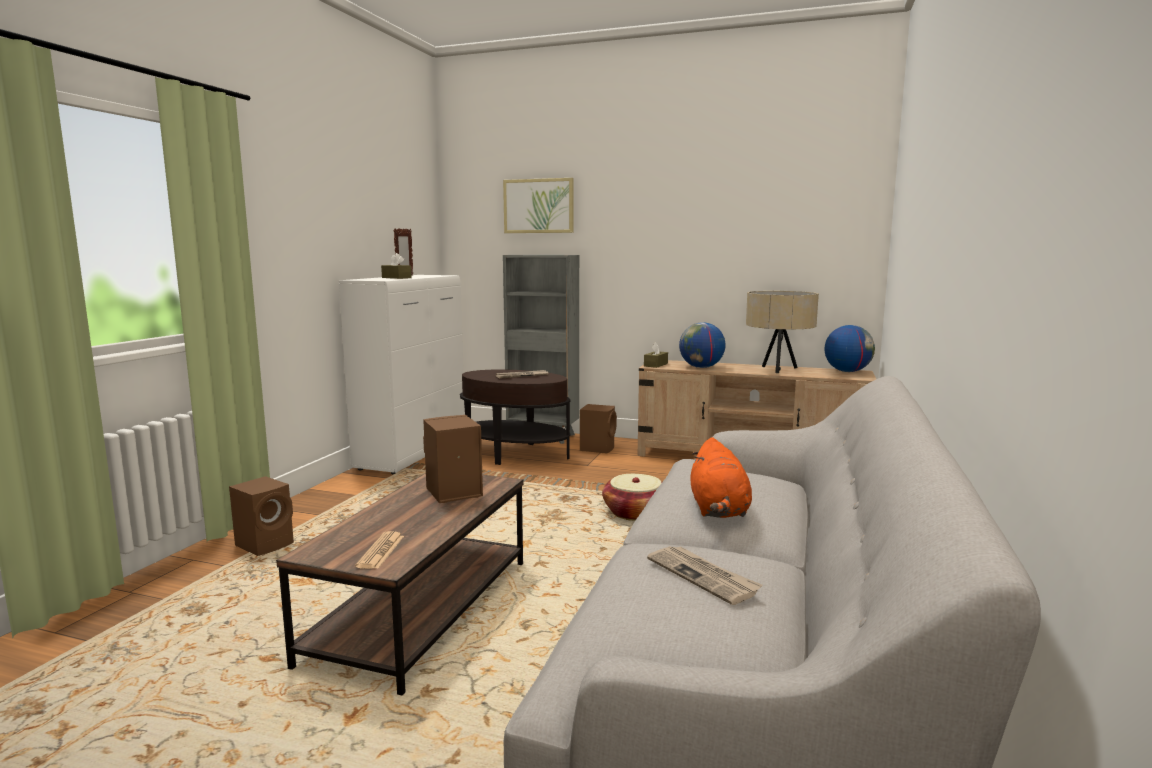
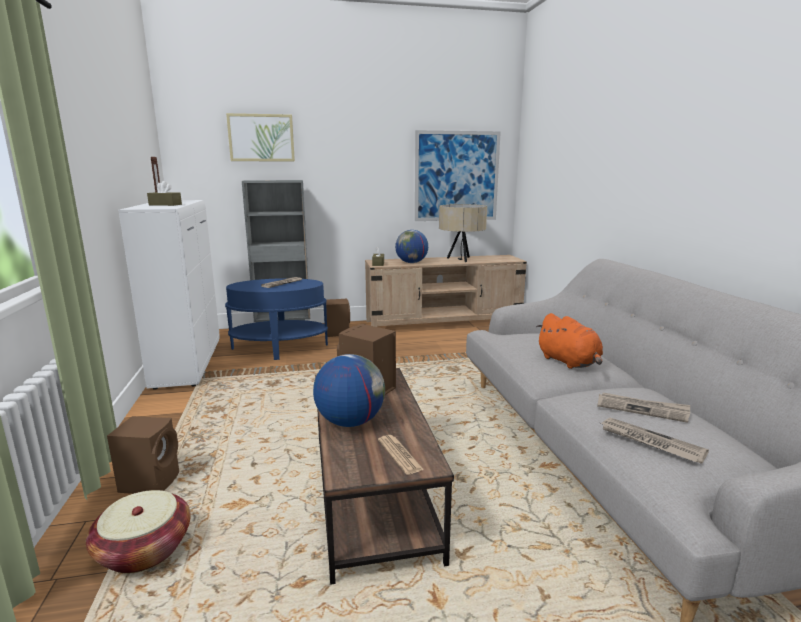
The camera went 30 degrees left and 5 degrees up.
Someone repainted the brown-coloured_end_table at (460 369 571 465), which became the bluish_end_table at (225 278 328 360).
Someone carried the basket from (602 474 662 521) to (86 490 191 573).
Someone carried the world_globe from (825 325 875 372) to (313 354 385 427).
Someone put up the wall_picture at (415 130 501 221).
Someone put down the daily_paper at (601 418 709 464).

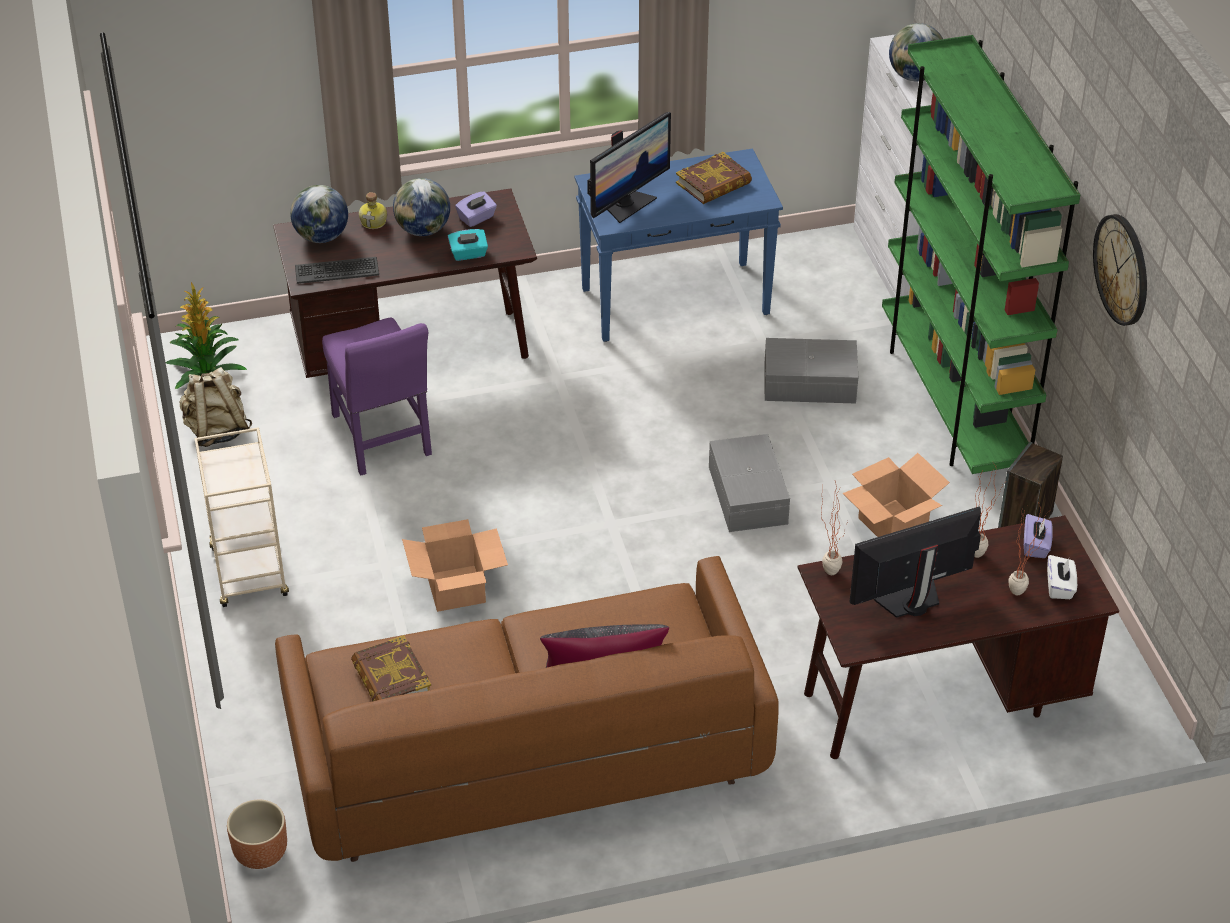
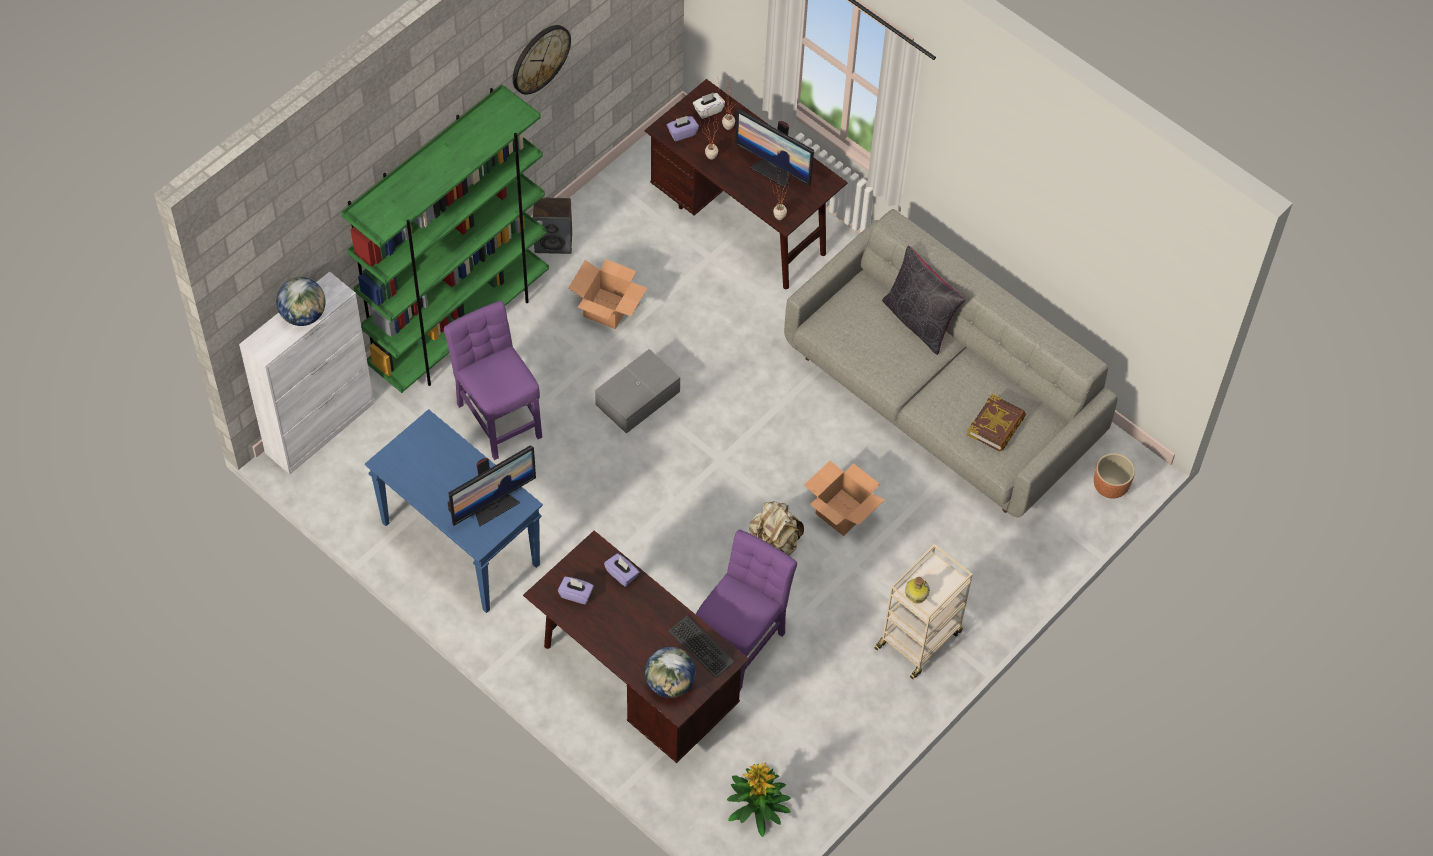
The camera went 125 degrees left and 15 degrees up.
Someone carried the sand-coloured_rucksack from (180 367 252 447) to (749 501 804 555).
Someone repainted the brown-coloured_settee at (275 556 779 862), which became the greyish_settee at (784 209 1118 518).
Someone carried the beverage_bottle from (359 192 387 229) to (905 577 930 604).
Someone took away the world_globe at (393 178 450 236).
Someone repainted the turquoise-coloured_box_of_tissues at (448 229 488 261), which became the purple_box_of_tissues at (604 553 639 587).
Someone rotated the computer_screen at (587 112 671 223) by 135 degrees clockwise.
Someone took away the book at (676 152 752 204).
Someone swapped the greyish_storage_box at (765 338 858 404) for the purple_upright_chair at (444 301 542 460).

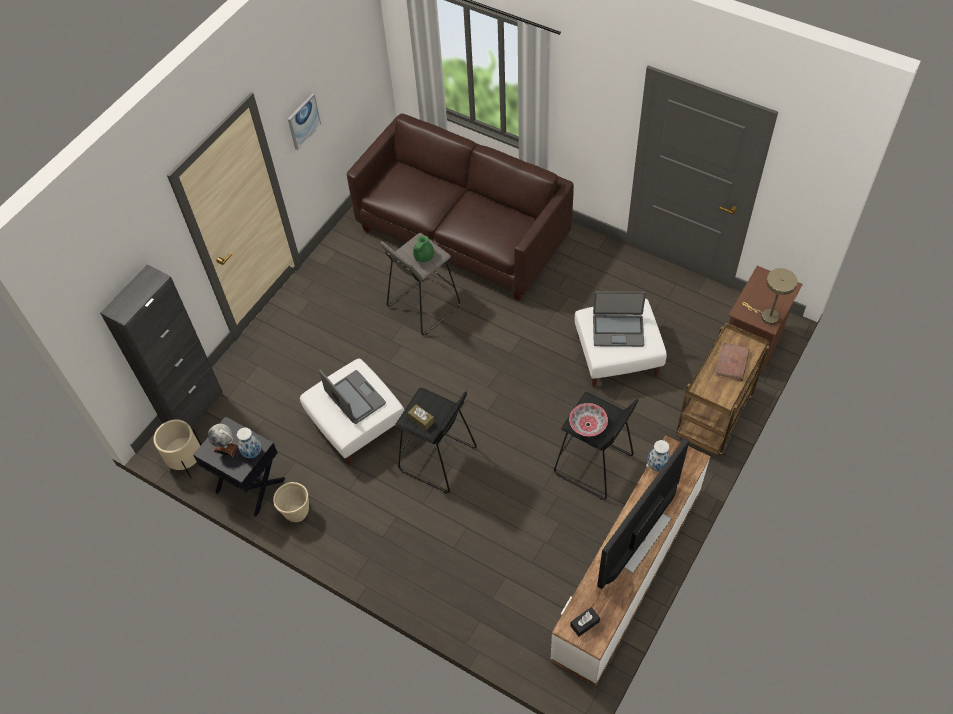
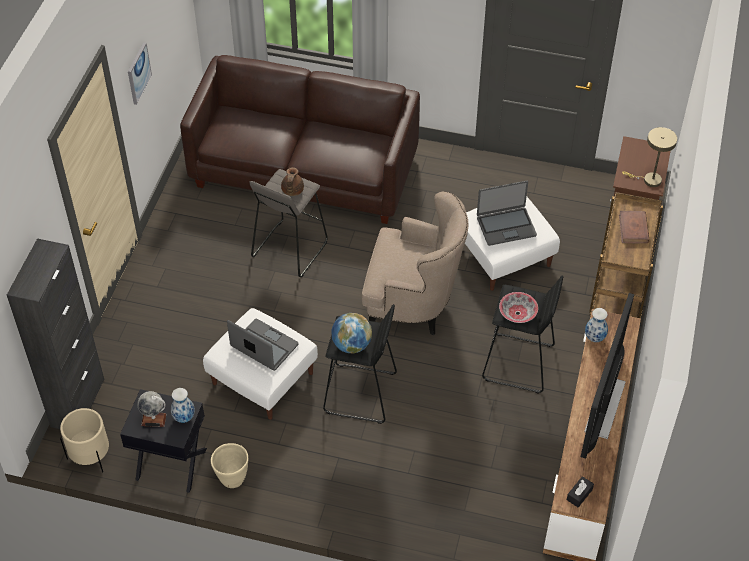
The camera went 20 degrees left and 5 degrees down.
Someone swapped the brown-coloured_box_of_tissues at (408 404 434 430) for the world_globe at (331 313 372 353).
Someone repainted the green_teapot at (413 235 434 262), which became the brown-coloured_teapot at (281 167 304 196).
Someone put down the sand-coloured_armchair at (362 191 468 336).

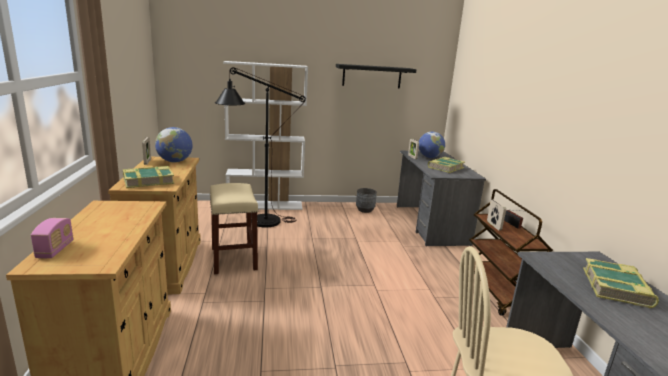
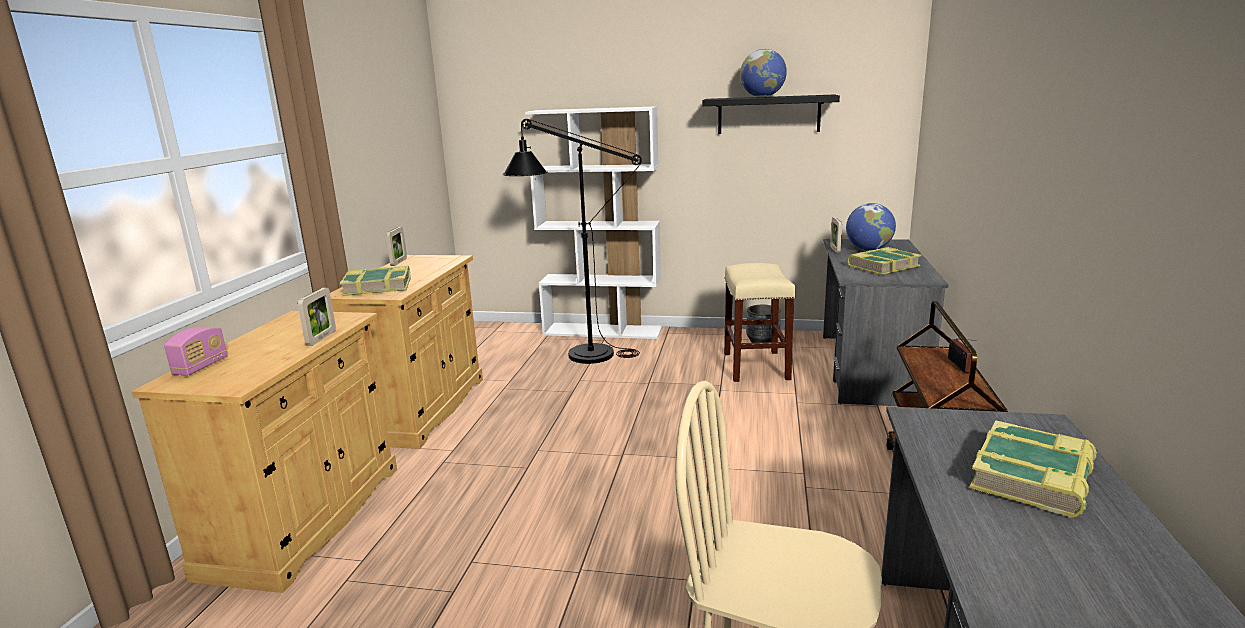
The camera went 20 degrees right and 0 degrees up.
Someone carried the world_globe from (155 127 192 162) to (740 49 787 97).
Someone carried the sand-coloured_stool_seat from (210 183 259 274) to (724 263 796 382).
Someone carried the standing_frame from (487 199 506 230) to (298 288 336 346).

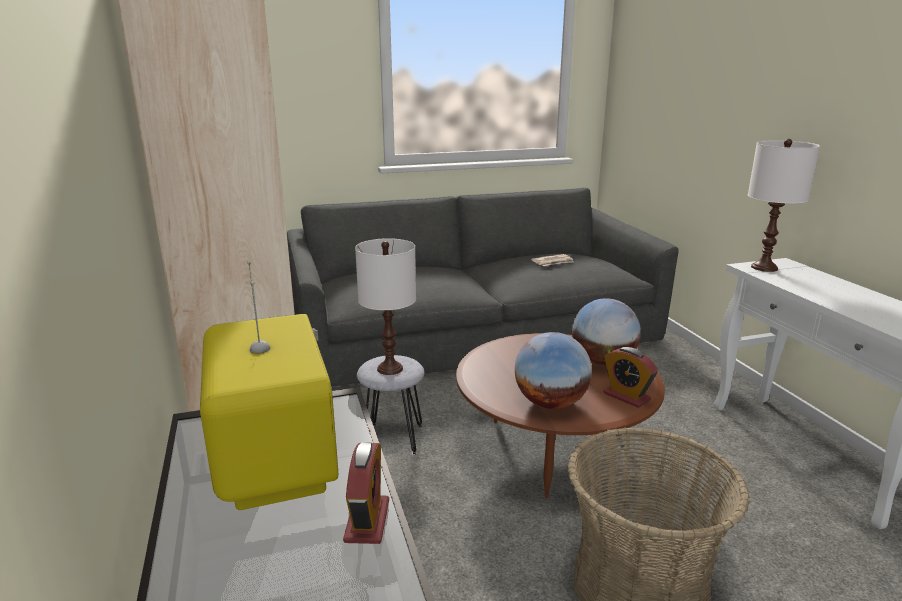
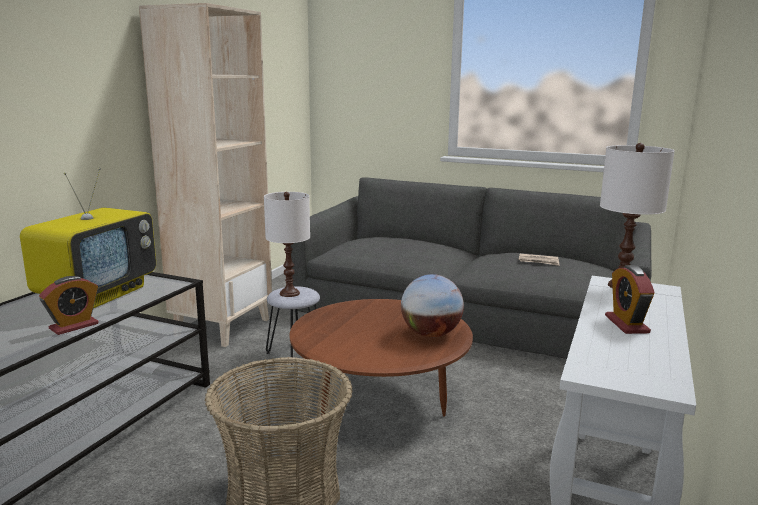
The camera went 40 degrees right and 5 degrees down.
Someone took away the world_globe at (515 332 592 409).
Someone carried the table_clock from (604 347 658 408) to (605 265 655 334).

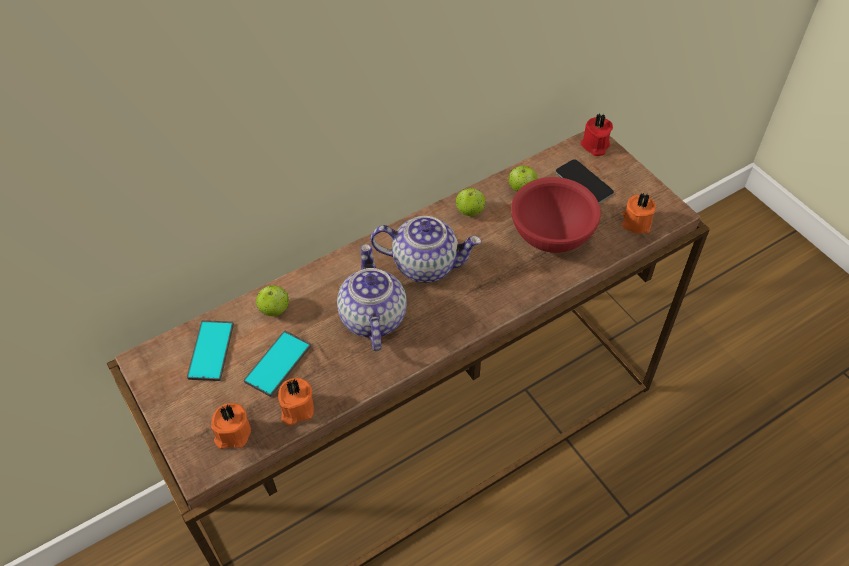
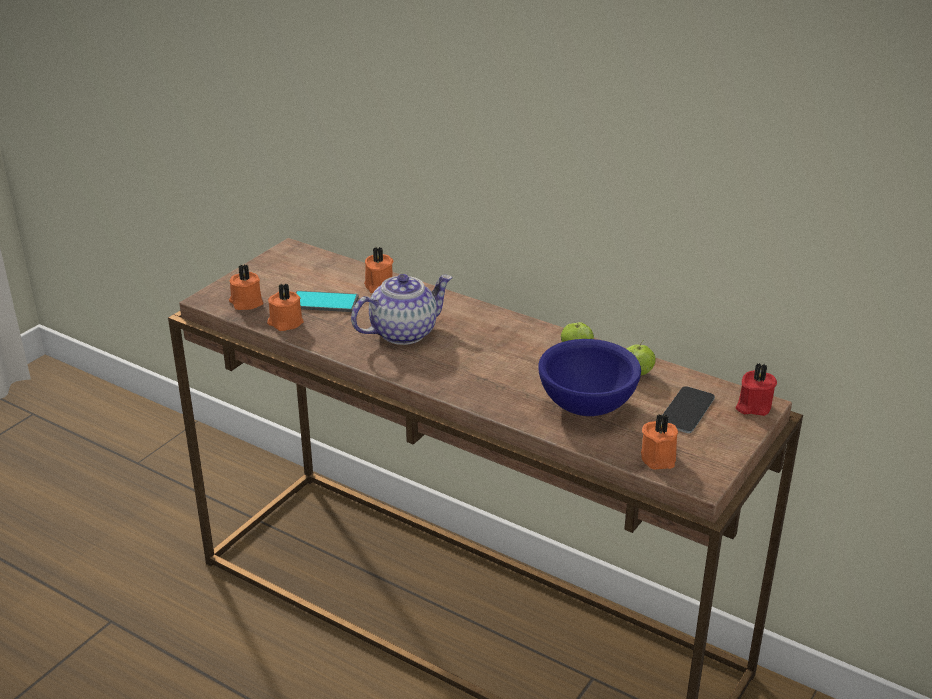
The camera went 65 degrees right and 20 degrees down.
Someone took away the handset at (187 320 234 381).
Someone swapped the whole_apple at (256 285 289 316) for the orange-coloured_wax_candle at (364 247 393 293).
Someone took away the teapot at (371 216 482 283).
Someone repainted the red_bowl at (511 177 601 253), which became the bluish_bowl at (538 339 641 416).

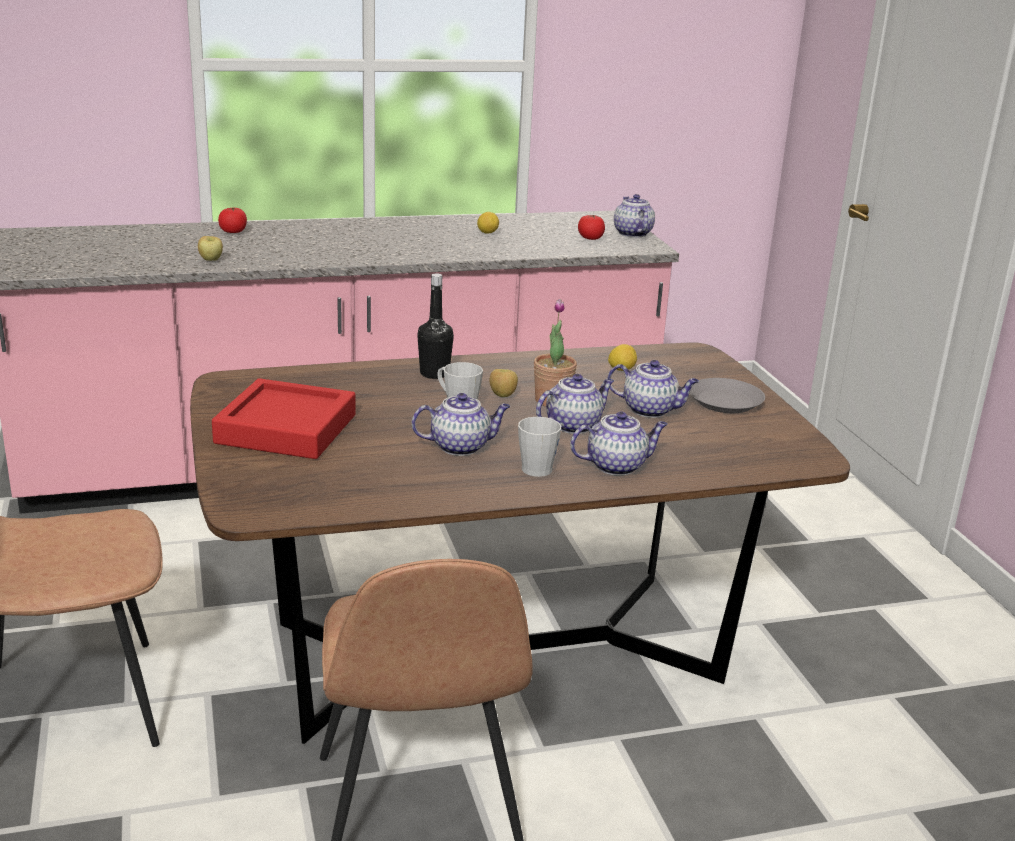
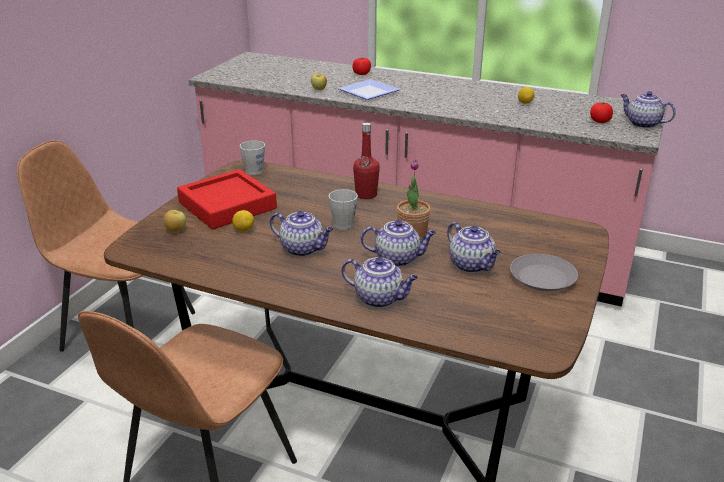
The camera went 40 degrees right and 5 degrees up.
Someone repainted the black-coloured_beverage_bottle at (417 273 454 379), which became the red_beverage_bottle at (353 123 380 199).
Someone carried the whole_apple from (489 369 518 397) to (164 210 186 233).
Someone carried the greyish_coffee_mug from (518 417 561 477) to (240 141 265 175).
Someone carried the whole_lemon from (608 344 637 371) to (232 210 254 232).
Someone rotated the teapot at (614 194 655 237) by 75 degrees counterclockwise.
Someone put down the flat_dish at (337 79 400 100).

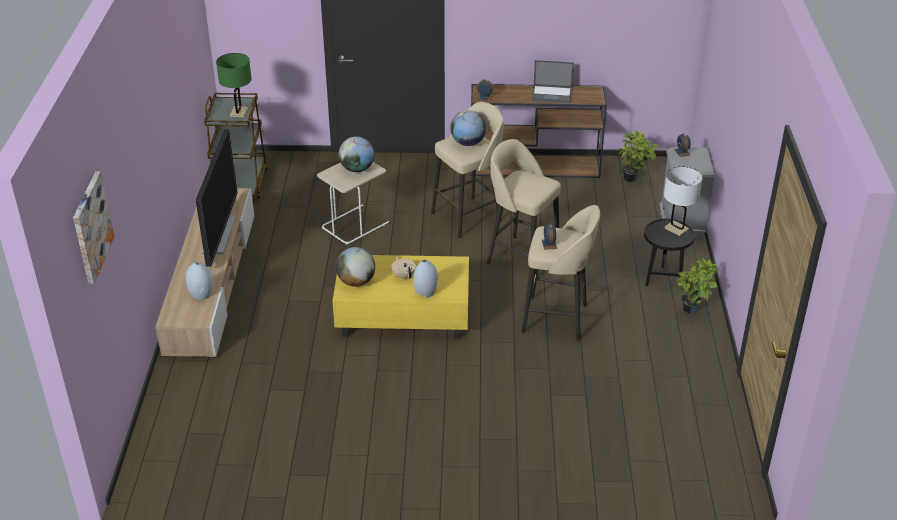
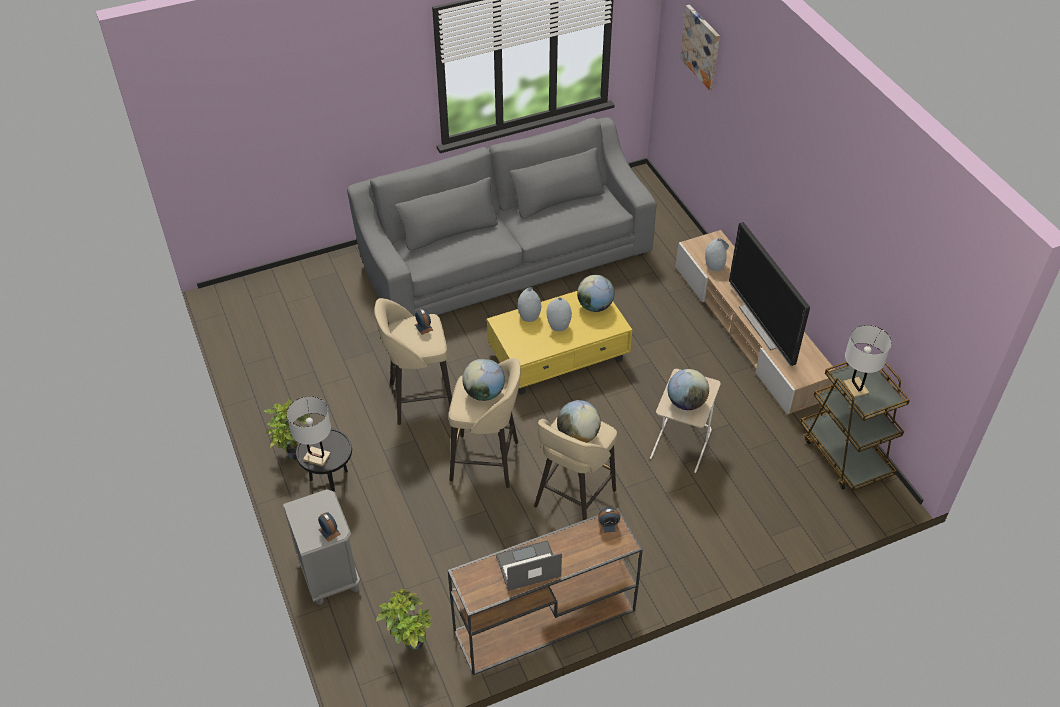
The camera went 155 degrees right and 10 degrees up.
Someone repainted the green_table_lamp at (216 53 252 118), which became the white_table_lamp at (843 325 892 398).
Someone swapped the sand-coloured_teapot at (391 256 416 280) for the greyish_decorative_vase at (547 297 572 332).
Someone put down the greyish_settee at (347 117 656 316).
Someone put down the world_globe at (462 358 505 401).

